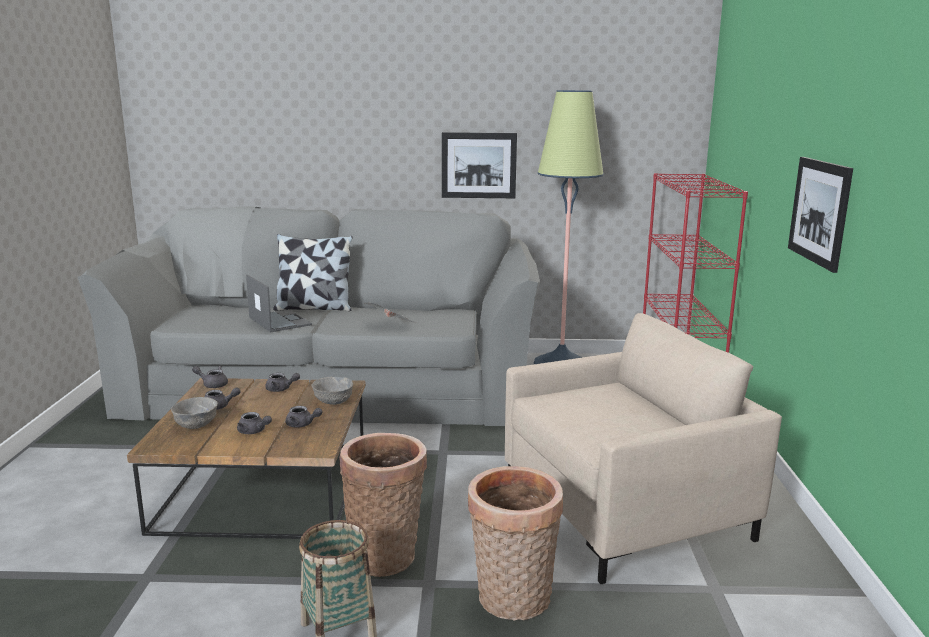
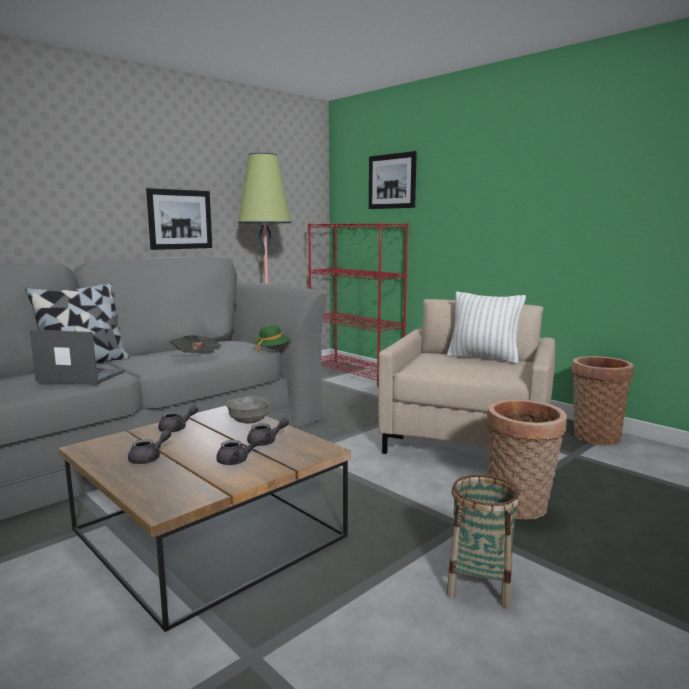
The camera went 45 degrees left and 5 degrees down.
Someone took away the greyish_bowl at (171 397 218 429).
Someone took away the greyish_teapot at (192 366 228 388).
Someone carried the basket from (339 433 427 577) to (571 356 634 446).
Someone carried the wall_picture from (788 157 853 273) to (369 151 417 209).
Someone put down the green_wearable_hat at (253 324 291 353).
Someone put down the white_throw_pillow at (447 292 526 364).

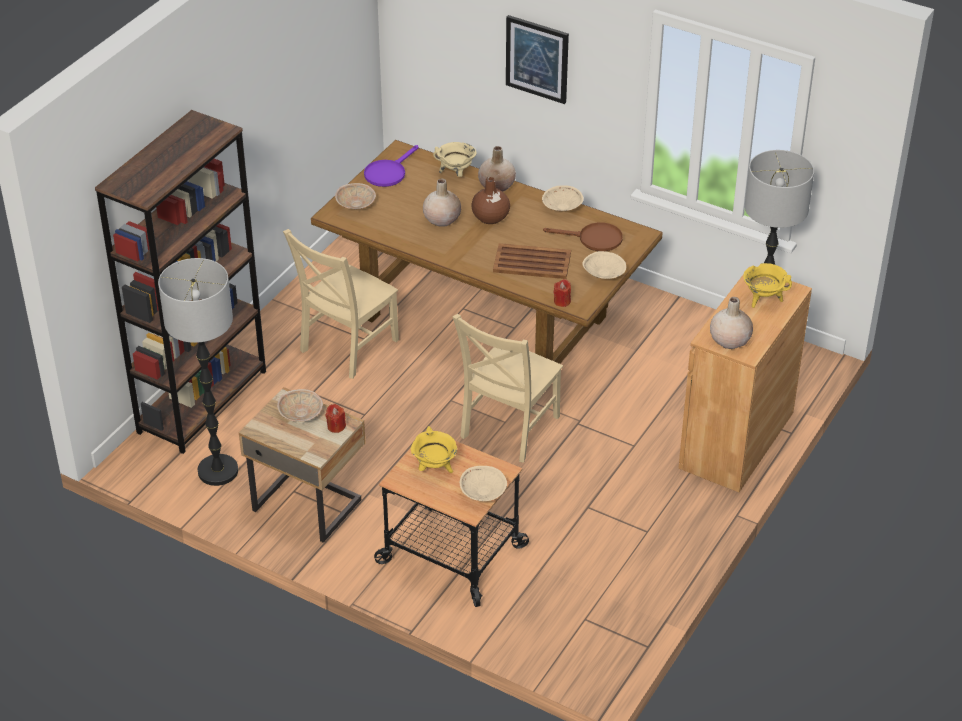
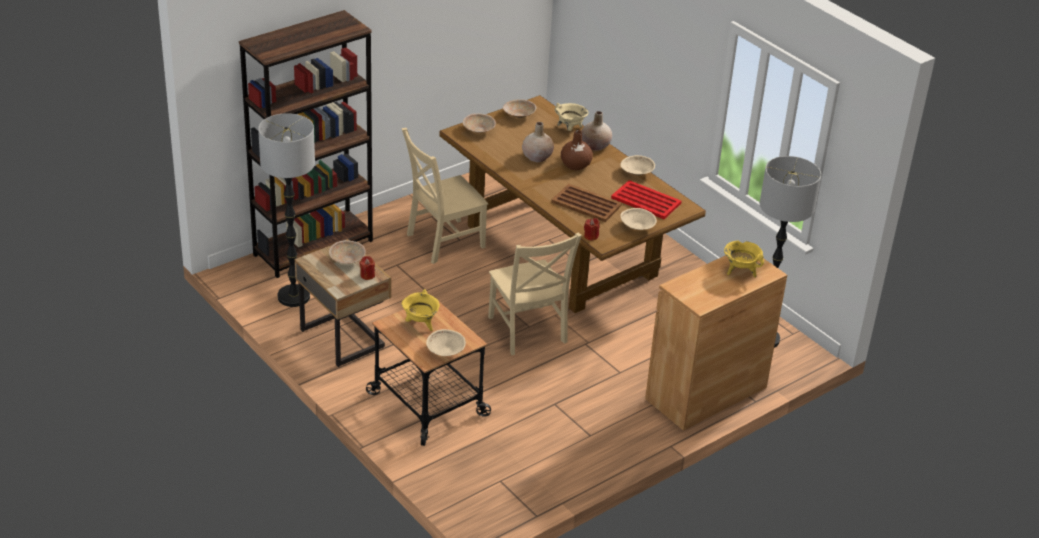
The camera went 20 degrees right and 5 degrees down.
Someone swapped the purple_skillet at (364 145 418 187) for the sand-coloured_bowl at (503 99 536 118).
Someone rotated the sand-coloured_upright_chair at (453 314 563 463) by 75 degrees counterclockwise.
Someone took away the wall_picture at (506 15 569 104).
Someone swapped the brown-coloured_skillet at (543 222 623 251) for the red_serving_tray at (611 180 681 219).
Someone took away the sand-coloured_decorative_vase at (710 297 753 349).

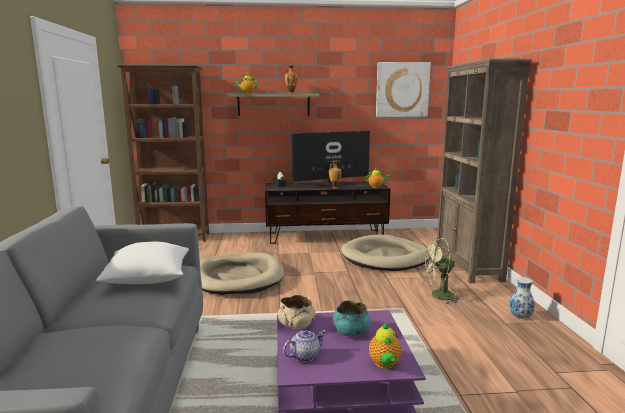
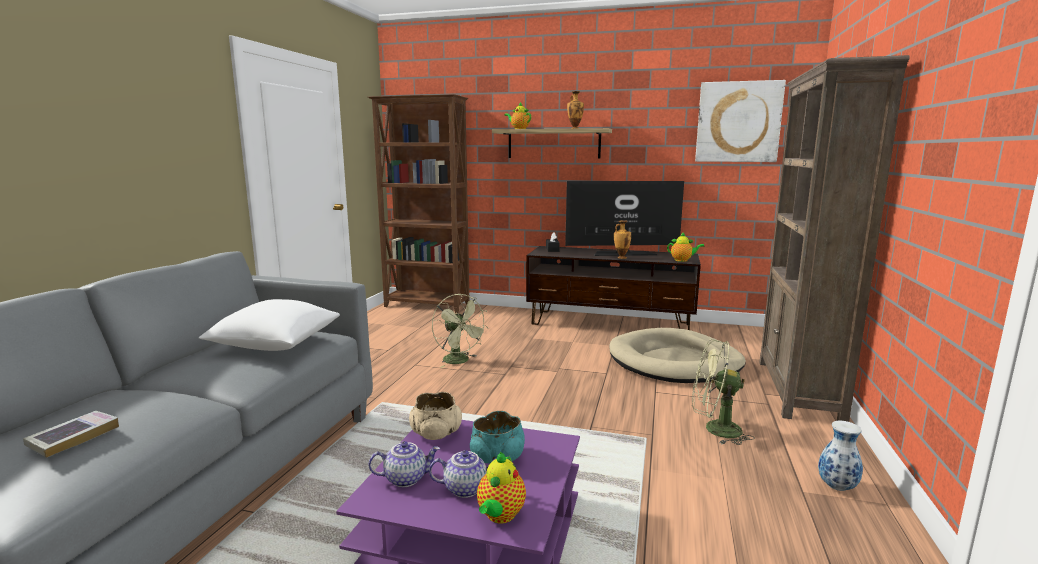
The camera went 20 degrees right and 0 degrees up.
Someone swapped the sand-coloured_dog_cushion at (200 253 284 295) for the green_fan at (432 294 489 368).
Someone put down the book at (23 411 119 458).
Someone put down the teapot at (429 450 497 498).

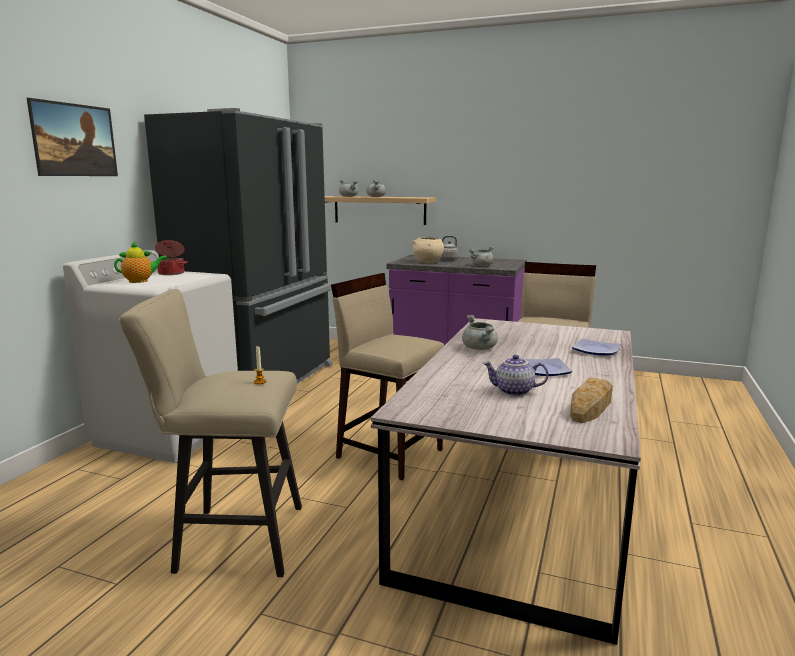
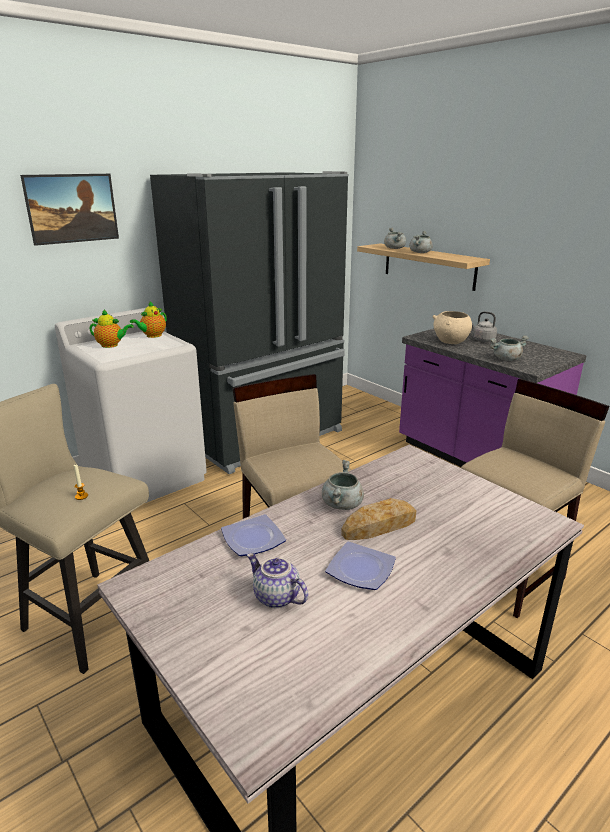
The camera went 30 degrees right and 10 degrees up.
Someone swapped the cooking_pot at (153 240 188 275) for the teapot at (130 301 167 338).
Someone carried the baked_bread from (570 377 613 423) to (341 498 416 540).
Someone carried the flat_dish from (572 339 621 356) to (221 514 286 556).

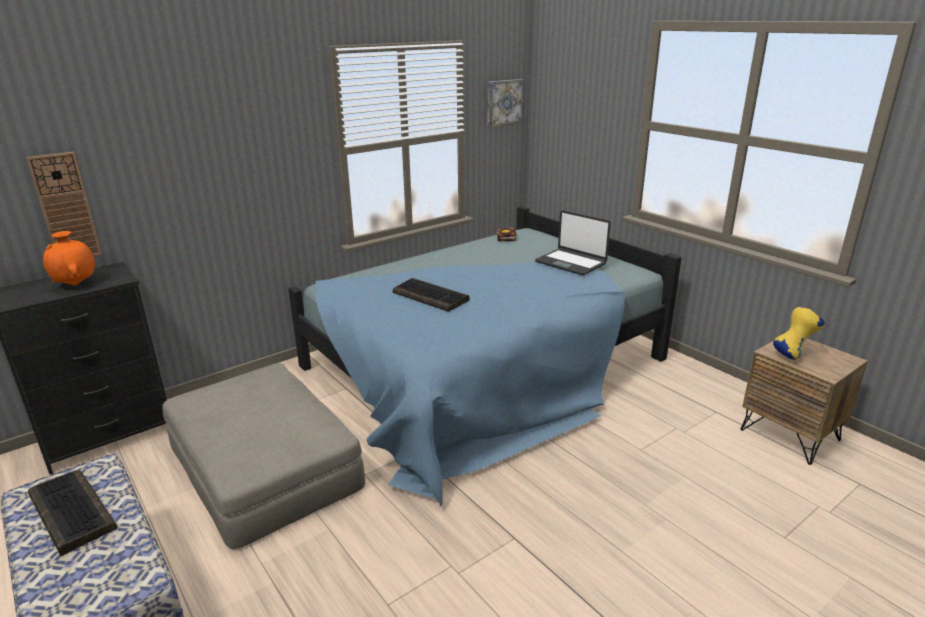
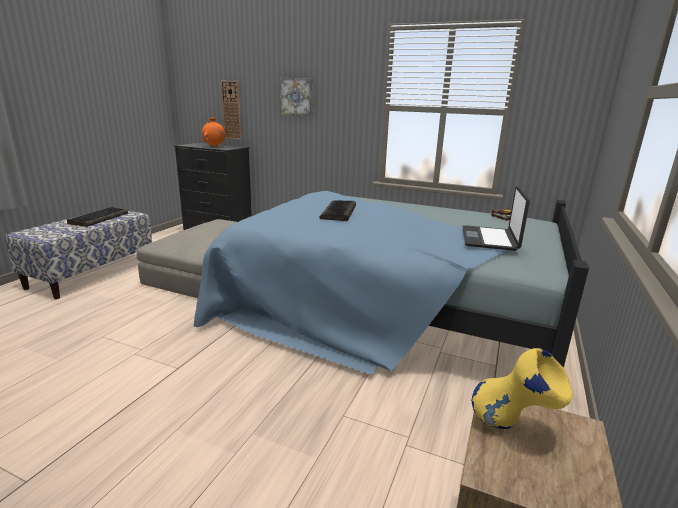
The camera went 60 degrees right and 5 degrees down.
Someone carried the wall_picture from (488 79 523 127) to (280 78 313 116).

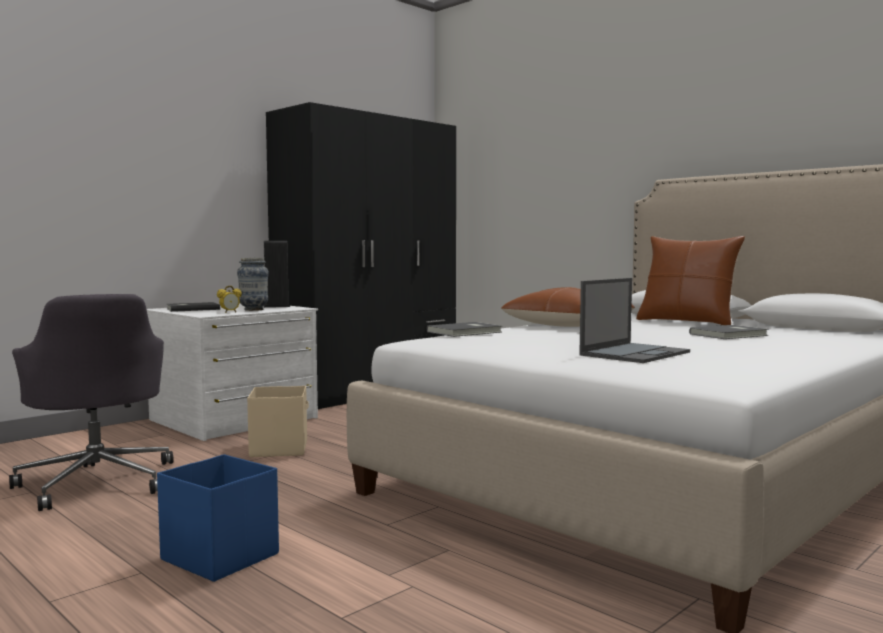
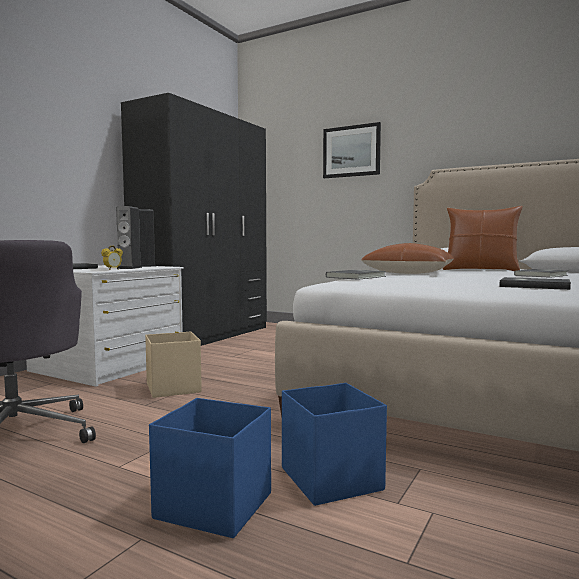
The camera went 15 degrees left and 0 degrees up.
Someone swapped the decorative_vase at (237 258 269 311) for the loudspeaker at (116 206 142 269).
Someone swapped the portable_computer at (579 278 690 363) for the greyish_book at (500 277 571 290).
Someone put down the bluish_storage_box at (282 383 387 506).
Someone put up the wall_picture at (323 122 381 178).

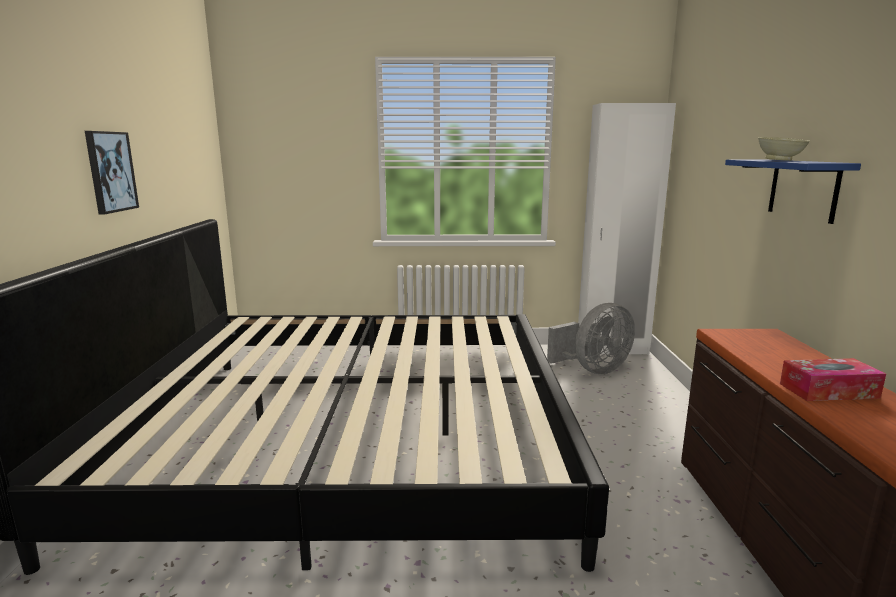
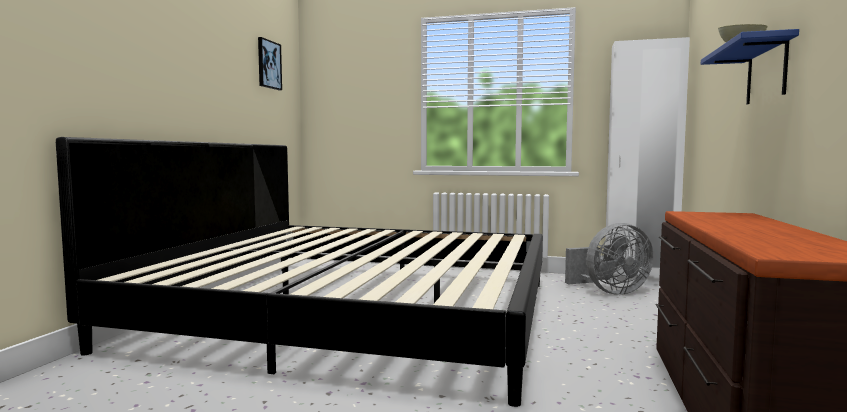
The camera went 15 degrees right and 10 degrees down.
Someone carried the wall_picture from (85 131 139 214) to (258 37 282 90).
Someone took away the box_of_tissues at (780 358 886 401).

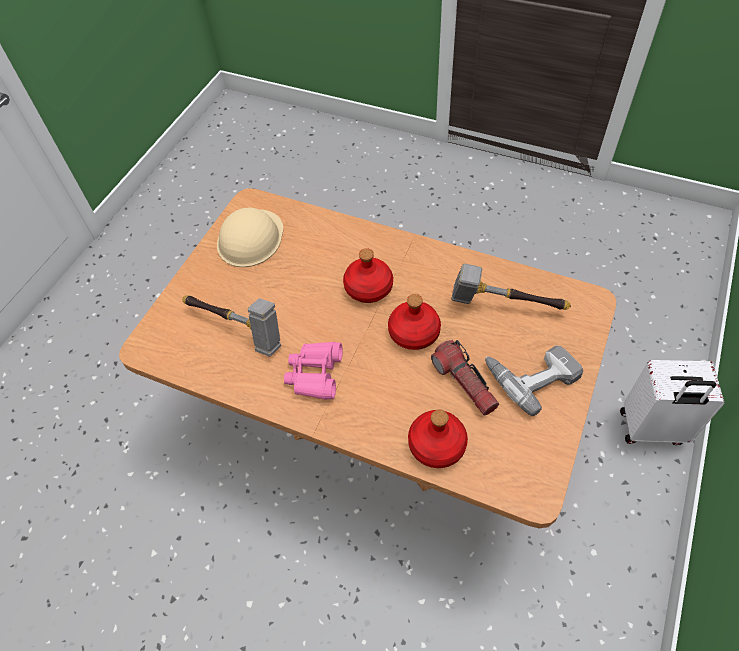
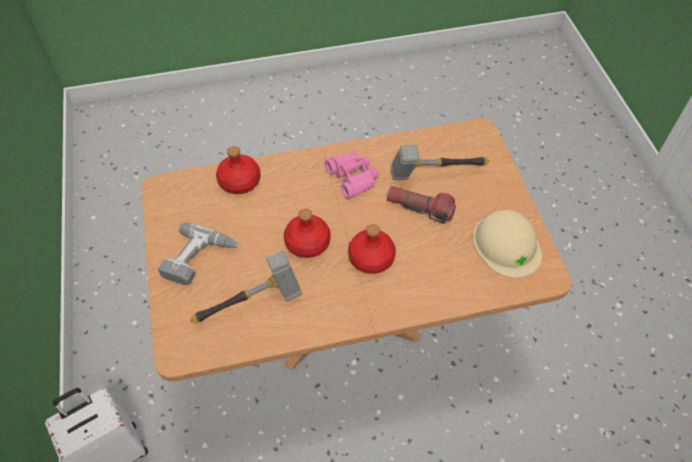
The camera went 140 degrees right and 0 degrees up.
Someone carried the torch from (431 340 499 416) to (387 186 456 224).

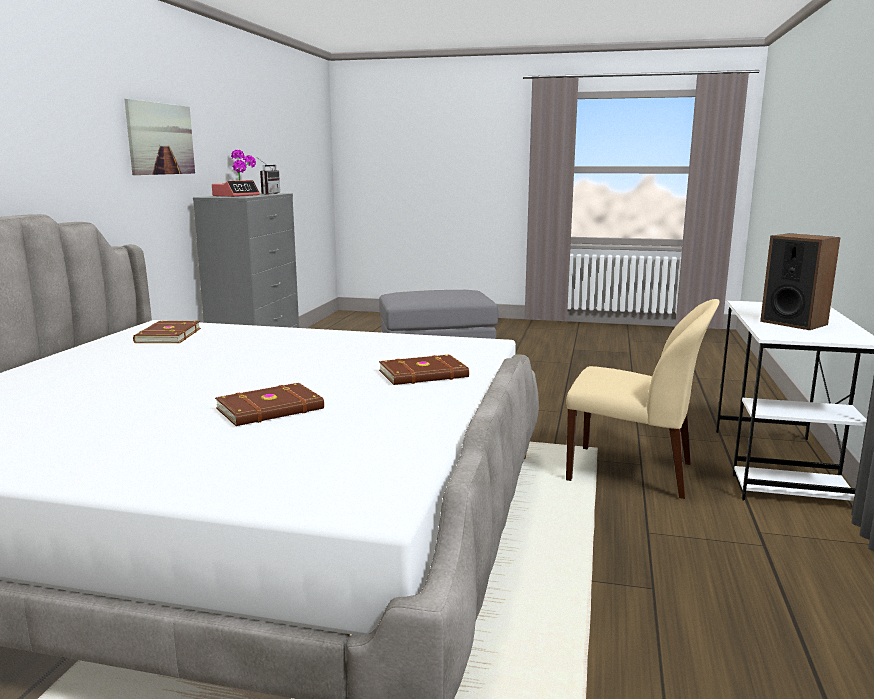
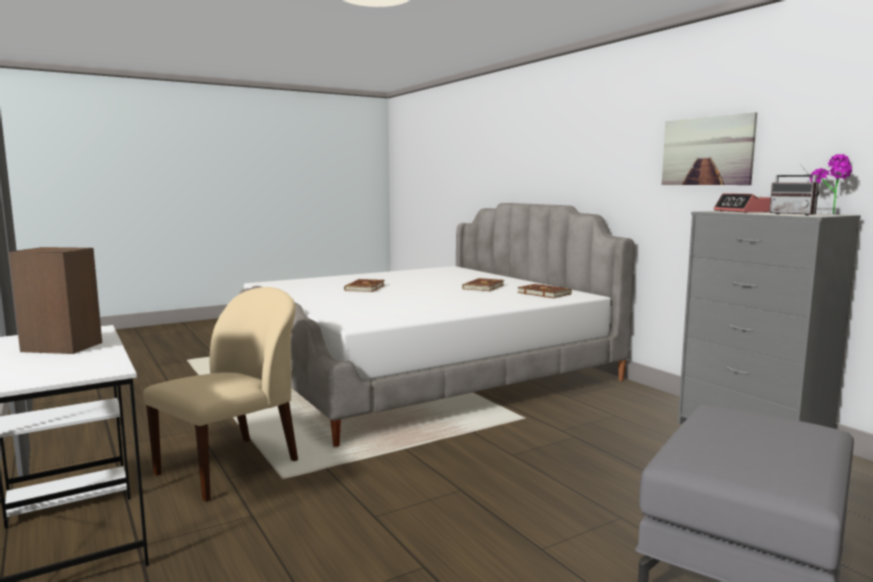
The camera went 135 degrees right and 5 degrees down.
Someone carried the brown-coloured_book from (379 355 469 385) to (462 278 504 291).
Someone rotated the sand-coloured_upright_chair at (566 299 719 499) by 150 degrees clockwise.

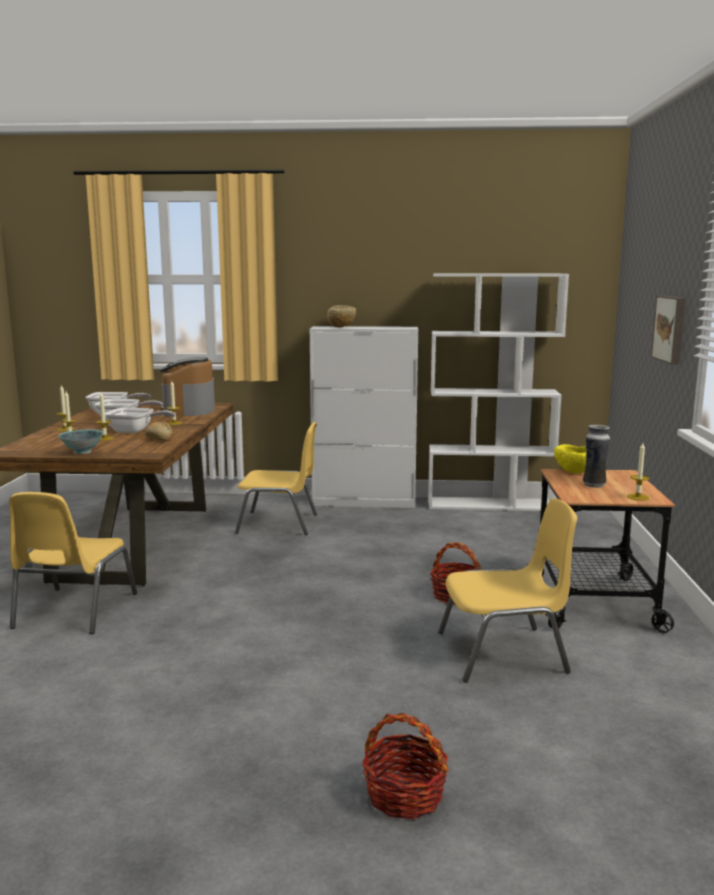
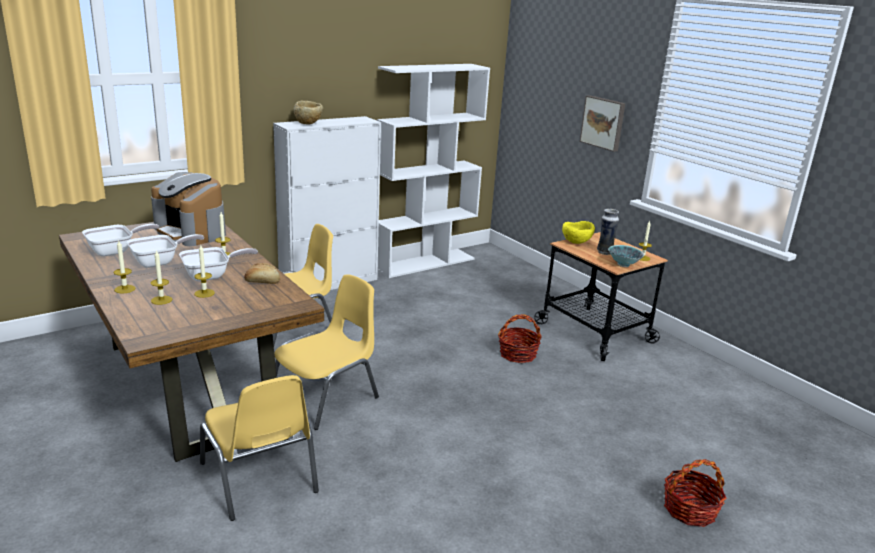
The camera went 40 degrees left and 10 degrees up.
Someone carried the bowl from (58 429 104 454) to (608 245 644 267).
Someone carried the yellow_upright_chair from (438 498 577 683) to (274 274 379 430).

